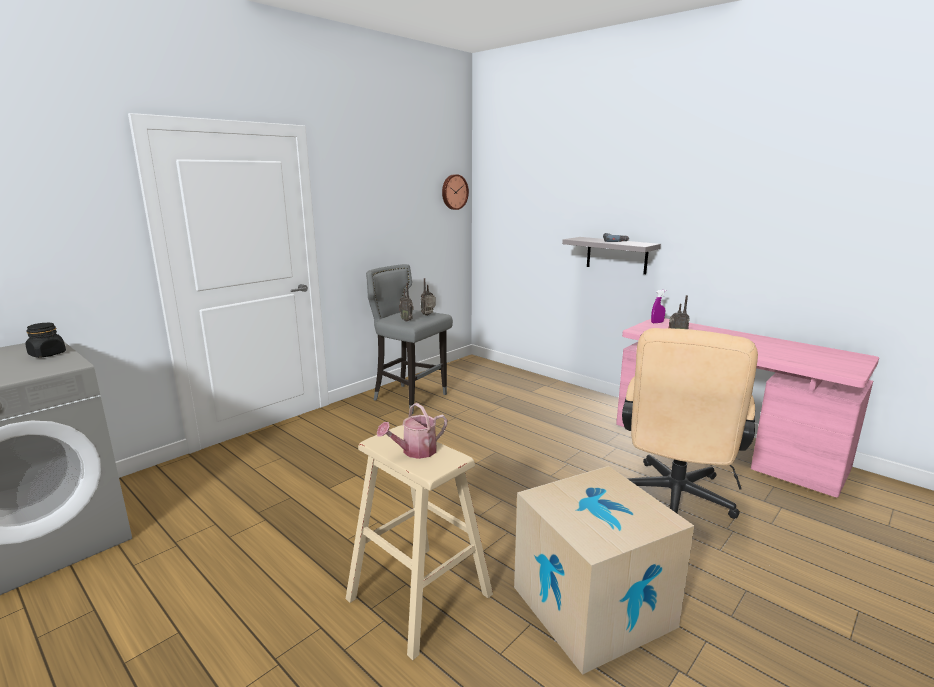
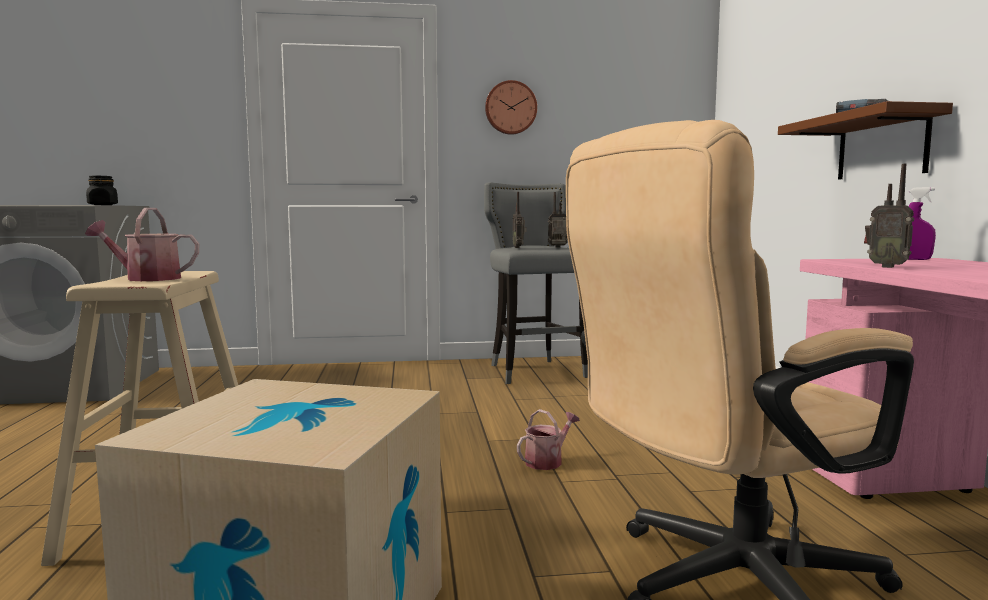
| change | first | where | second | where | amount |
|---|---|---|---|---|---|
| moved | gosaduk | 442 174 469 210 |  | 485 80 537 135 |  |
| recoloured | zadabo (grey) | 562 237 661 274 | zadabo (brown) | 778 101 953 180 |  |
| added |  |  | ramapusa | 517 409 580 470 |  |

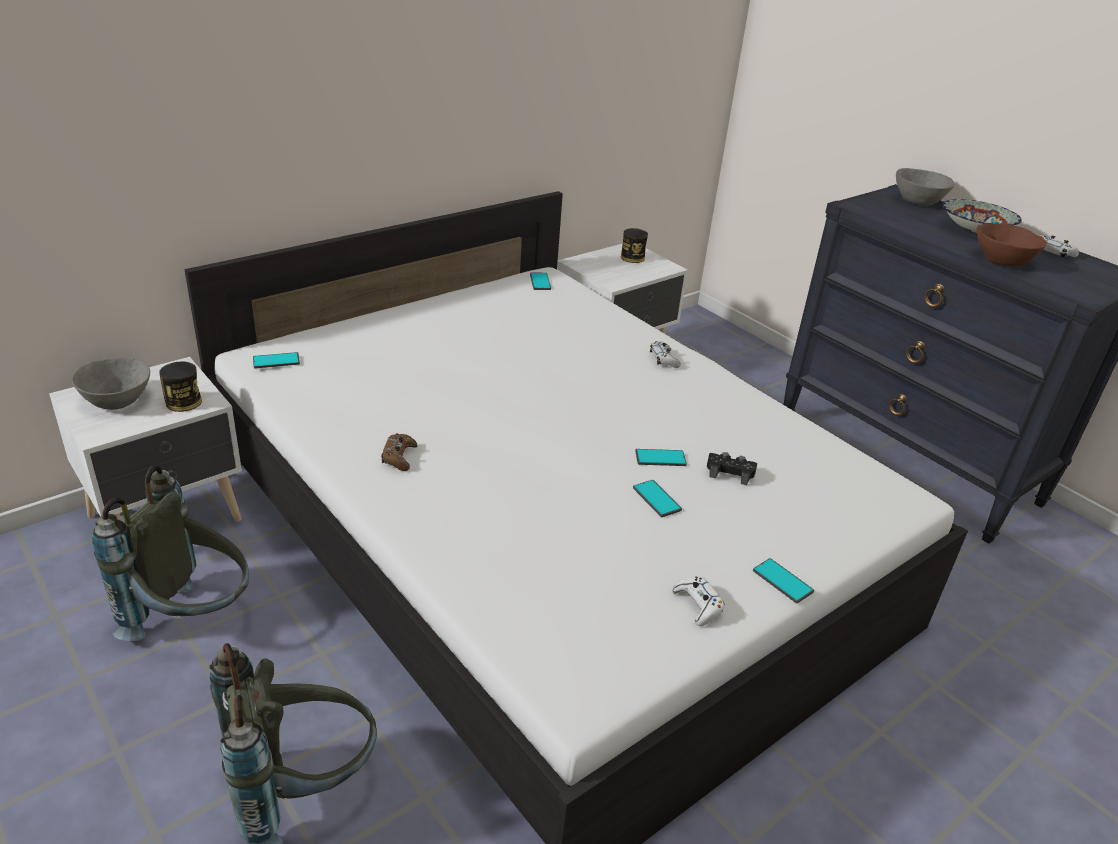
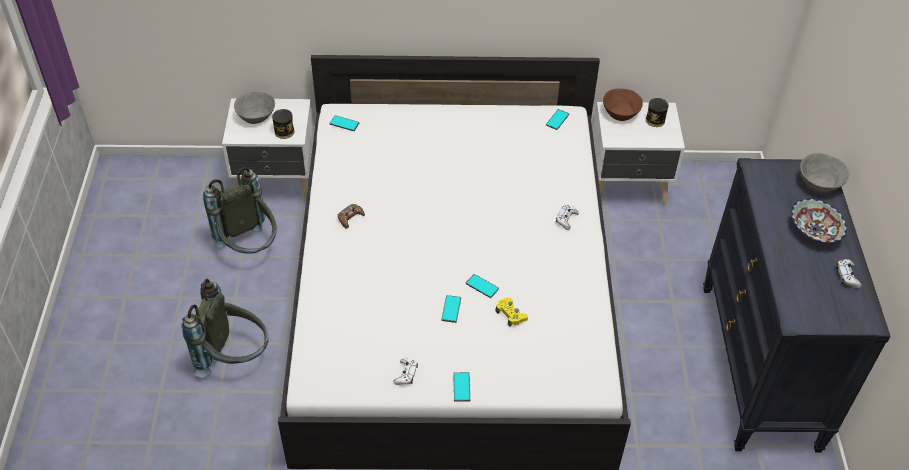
| change | first | where | second | where | amount |
|---|---|---|---|---|---|
| recoloured | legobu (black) | 707 452 757 485 | legobu (yellow) | 495 298 528 327 |  |
| moved | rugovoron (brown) | 976 223 1047 267 |  | 603 88 643 121 |  |

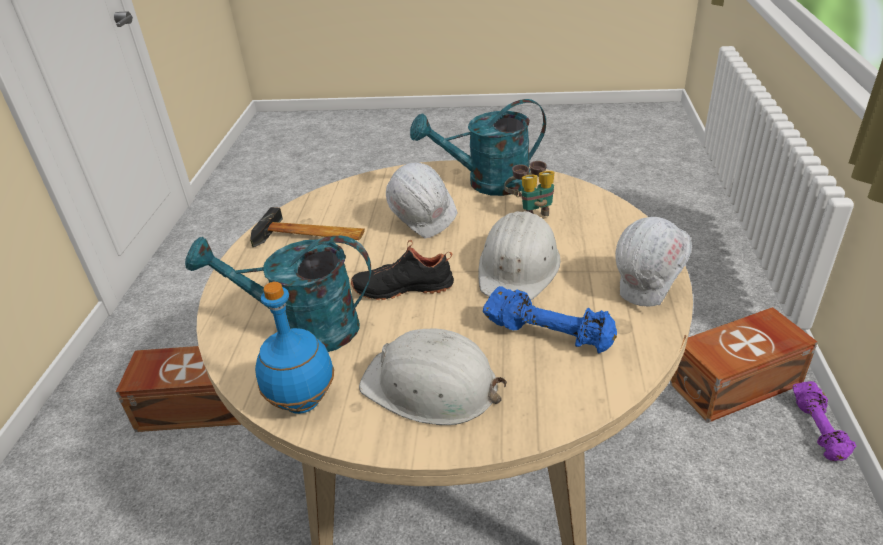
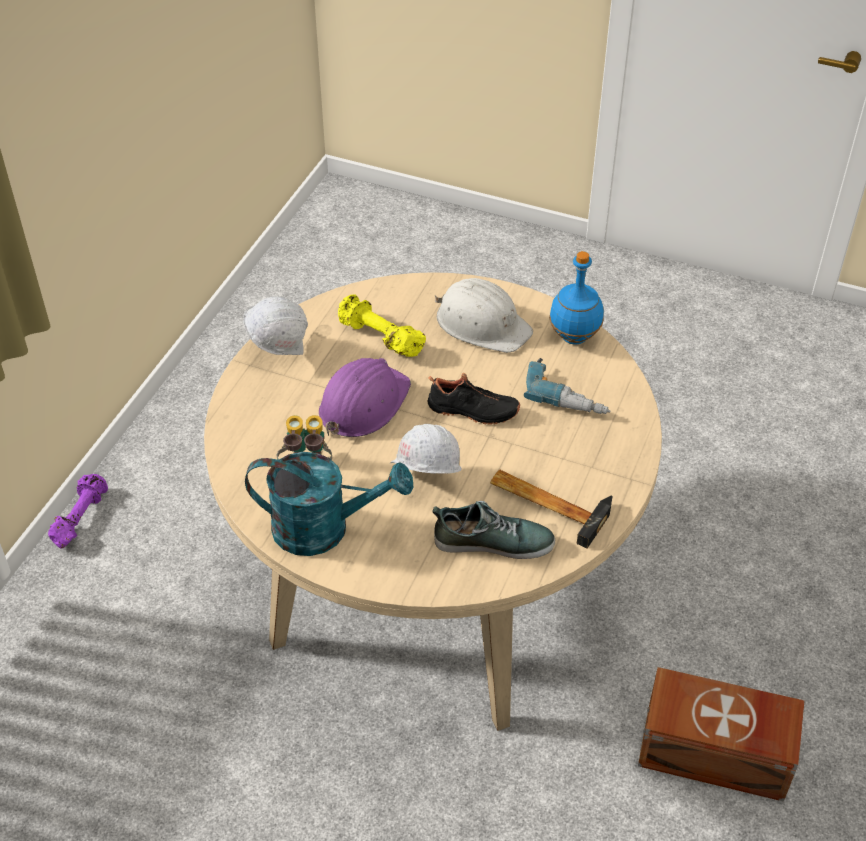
| change | first | where | second | where | amount |
|---|---|---|---|---|---|
| replaced | ramapusa (turquoise) | 185 236 371 352 | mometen | 524 358 611 414 |  |
| recoloured | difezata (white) | 478 211 560 300 | difezata (purple) | 319 358 411 437 |  |
| recoloured | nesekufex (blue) | 483 286 617 353 | nesekufex (yellow) | 338 294 426 357 |  |
| removed | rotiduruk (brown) | 670 307 818 423 |  |  |  |
| added |  |  | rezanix | 432 501 555 559 |  |

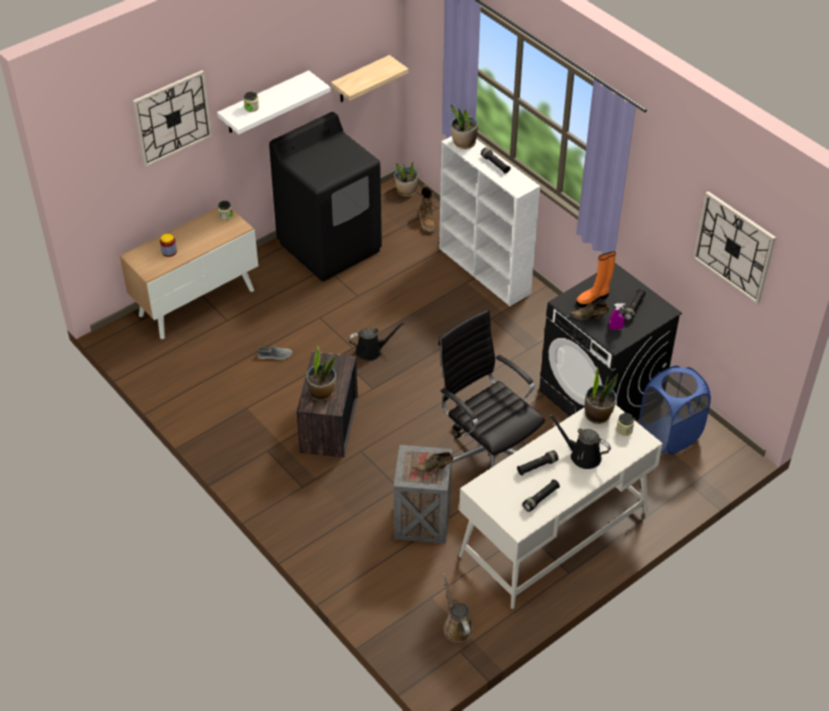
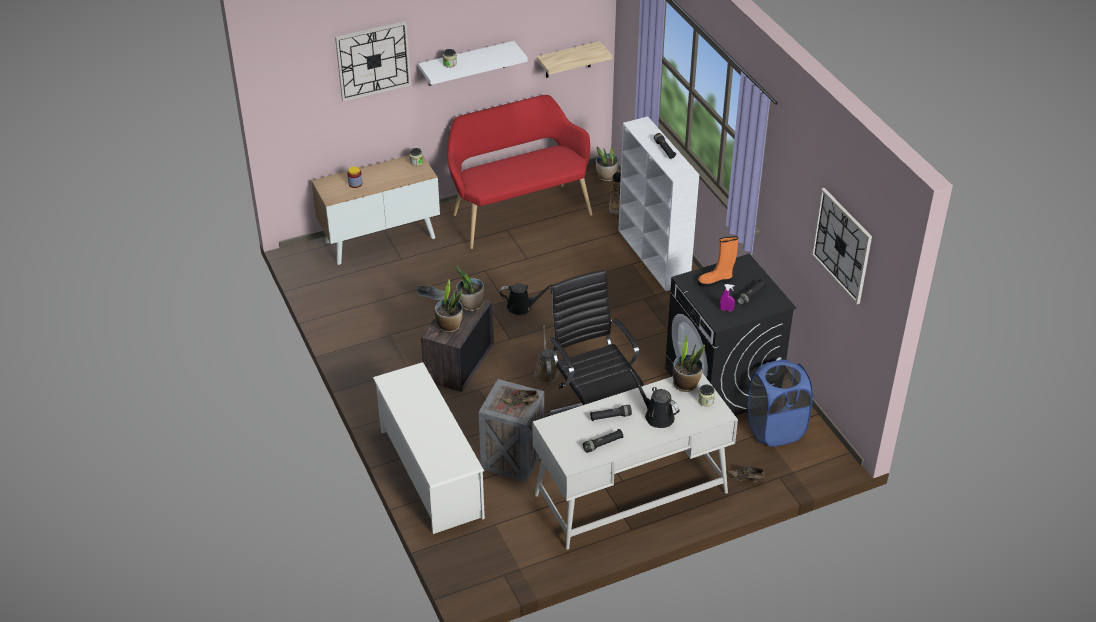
| change | first | where | second | where | amount |
|---|---|---|---|---|---|
| replaced | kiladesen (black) | 269 112 382 282 | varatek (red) | 447 95 592 249 |  |
| moved | ramapusa (brown) | 443 572 474 643 |  | 534 325 560 383 |  |
| moved | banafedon | 451 104 478 149 |  | 456 266 484 311 |  |
| moved | rezanix (brown) | 569 303 609 320 |  | 727 466 765 483 |  |
| added |  |  | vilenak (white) | 373 362 485 534 |  |

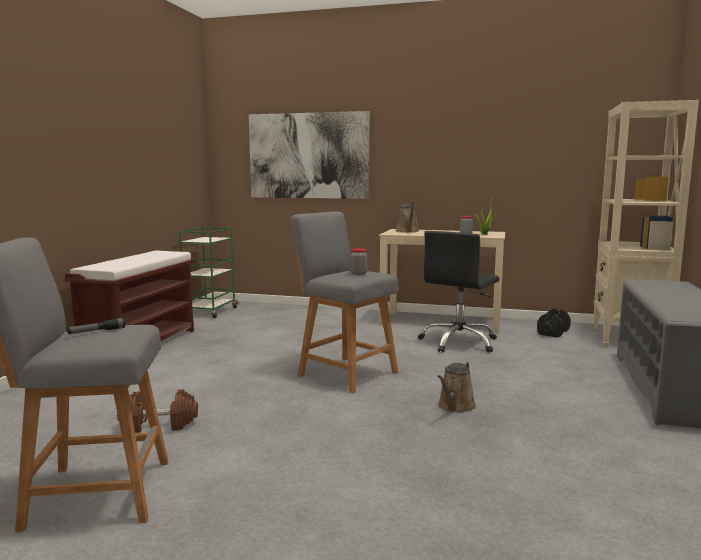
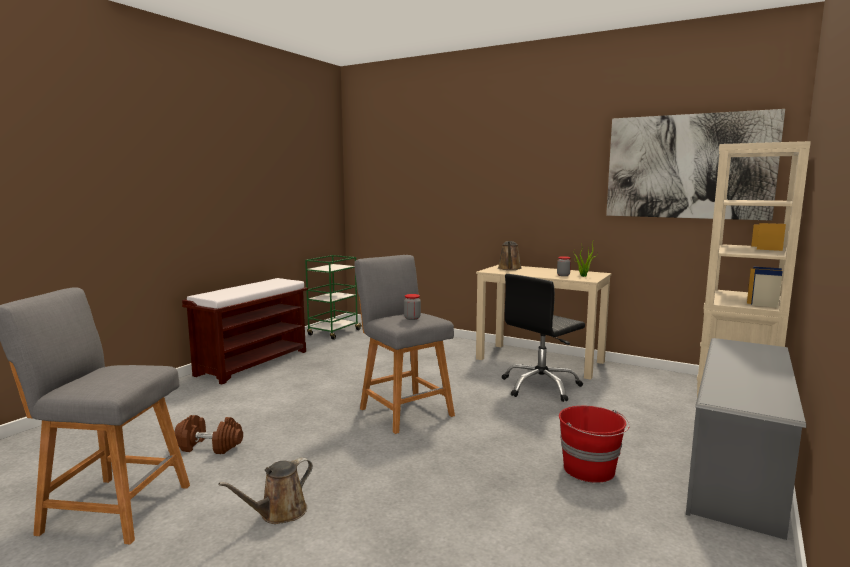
| change | first | where | second | where | amount |
|---|---|---|---|---|---|
| removed | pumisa | 67 318 125 334 |  |  |  |
| moved | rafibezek | 249 111 370 199 |  | 606 109 785 221 |  |
| moved | ramapusa (brown) | 437 362 476 413 |  | 218 458 313 524 |  |
| removed | nesekufex (black) | 537 308 571 338 |  |  |  |
| added |  |  | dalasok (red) | 559 406 630 483 |  |

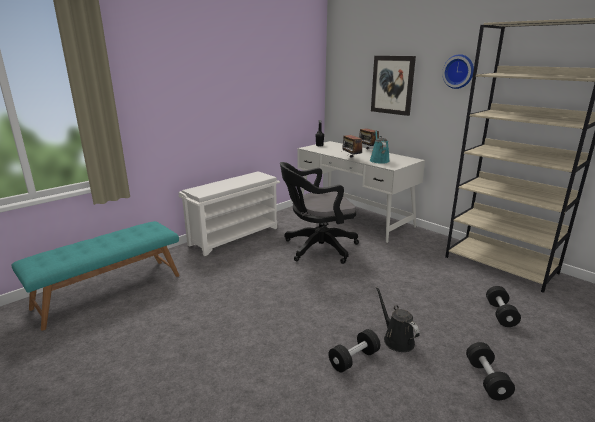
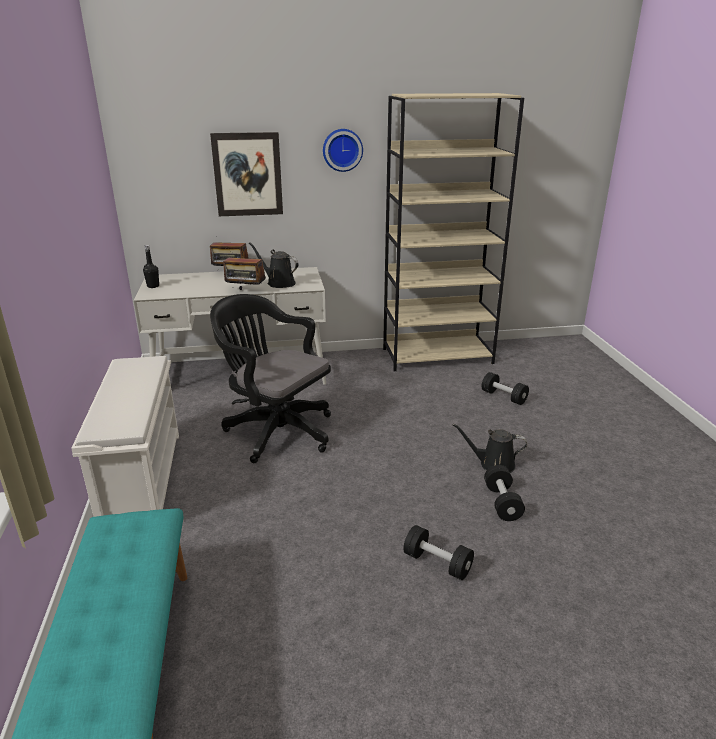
| change | first | where | second | where | amount |
|---|---|---|---|---|---|
| turned | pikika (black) | 280 162 359 264 |  | 210 294 331 463 | 105 degrees clockwise |
| recoloured | ramapusa (turquoise) | 370 130 390 164 | ramapusa (black) | 249 242 299 288 |  |
| moved | nesekufex (black) | 466 342 515 400 |  | 403 525 474 580 |  |

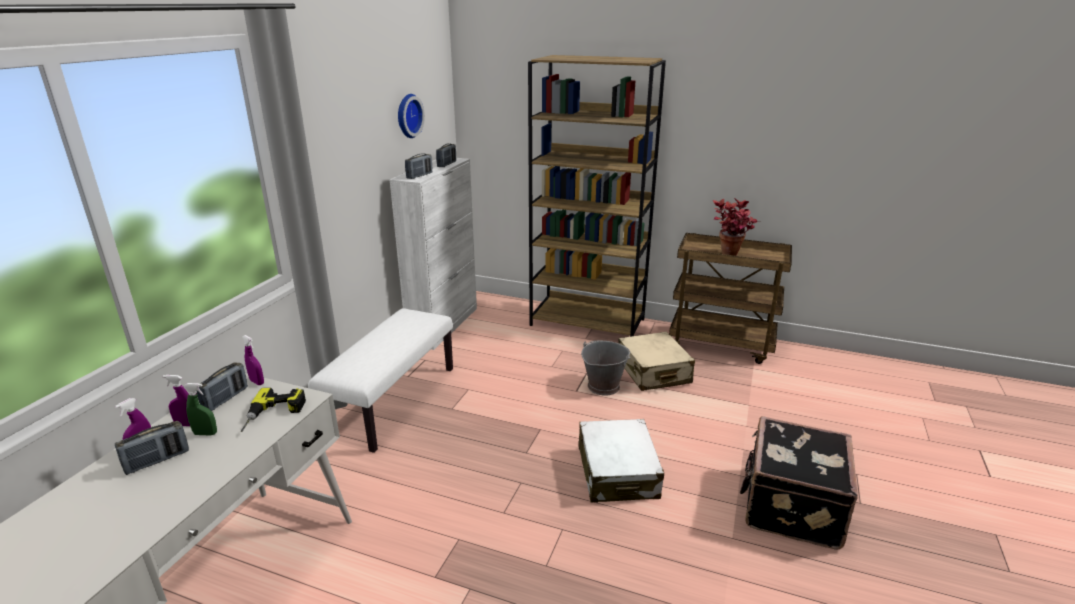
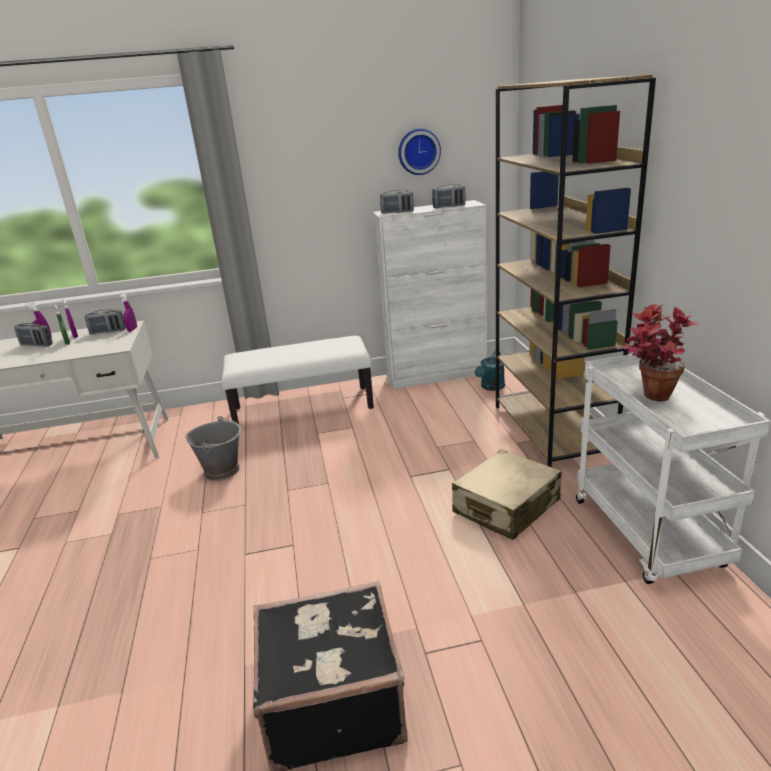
| change | first | where | second | where | amount |
|---|---|---|---|---|---|
| removed | mometen | 241 388 306 432 |  |  |  |
| removed | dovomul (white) | 578 419 664 502 |  |  |  |
| moved | dalasok (grey) | 581 341 630 396 |  | 185 416 241 481 |  |
| recoloured | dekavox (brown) | 669 233 792 364 | dekavox (white) | 576 354 771 584 |  |
| added |  |  | ramapusa (turquoise) | 475 350 505 391 |  |

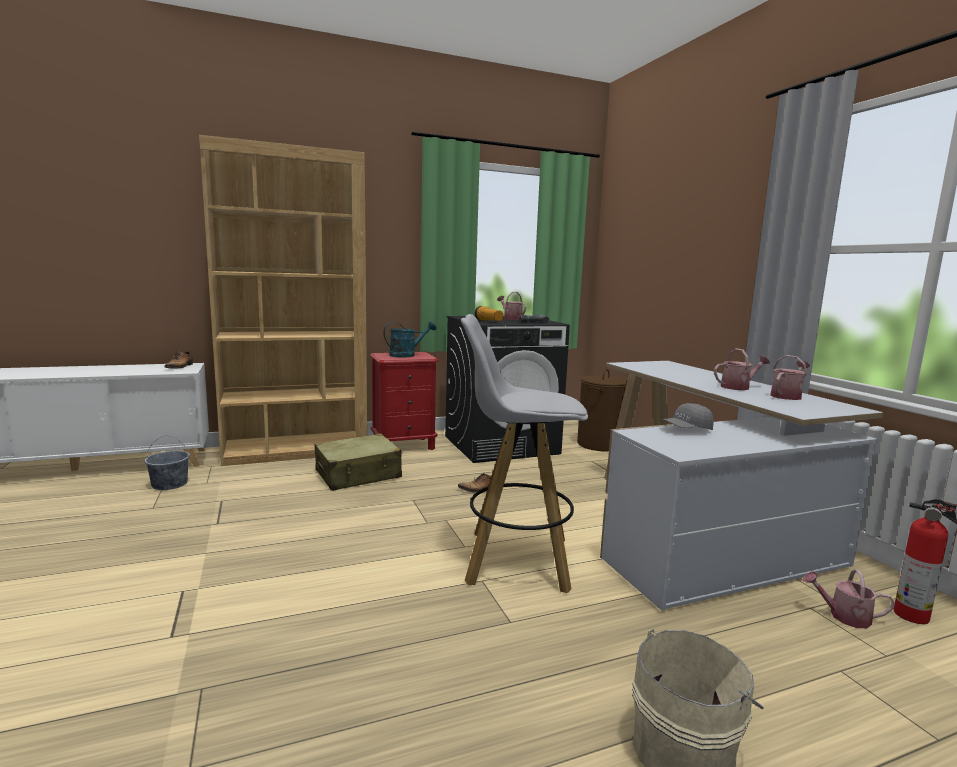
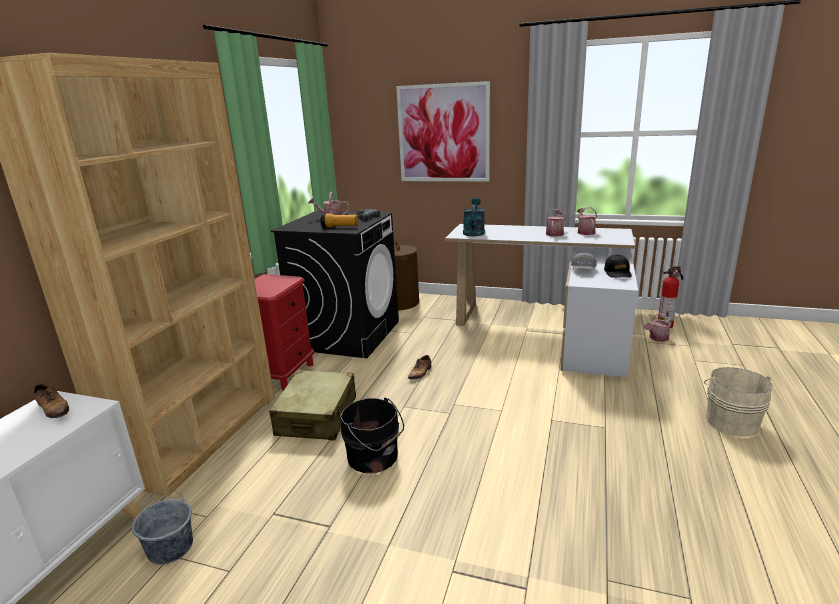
| change | first | where | second | where | amount |
|---|---|---|---|---|---|
| moved | ramapusa (turquoise) | 383 321 436 357 |  | 463 197 485 236 |  |
| removed | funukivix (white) | 461 314 588 593 |  |  |  |
| added |  |  | dalasok (black) | 340 398 404 474 |  |
| added |  |  | rafibezek | 396 81 490 181 |  |
| added |  |  | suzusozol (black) | 604 254 632 278 |  |

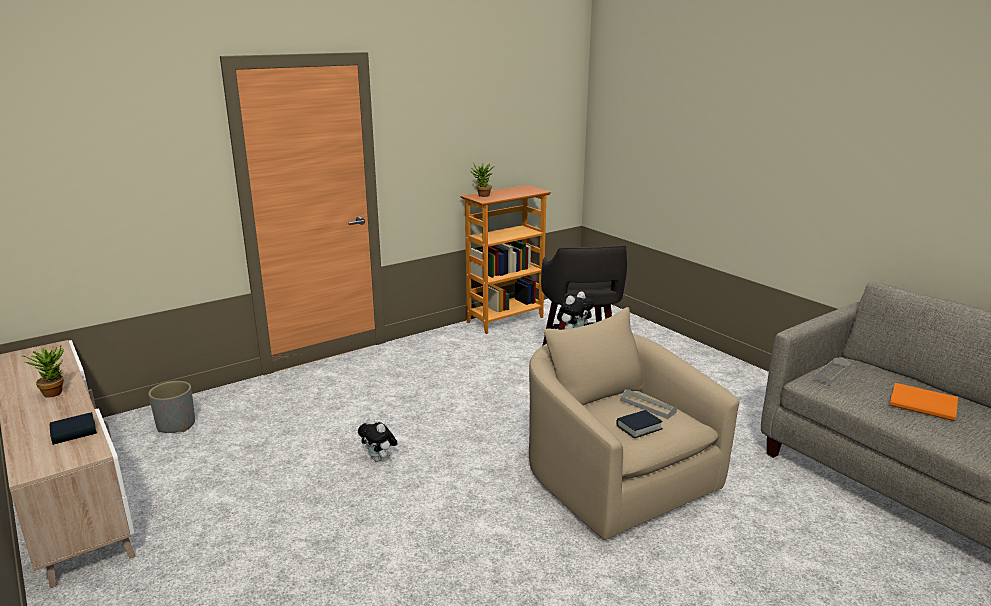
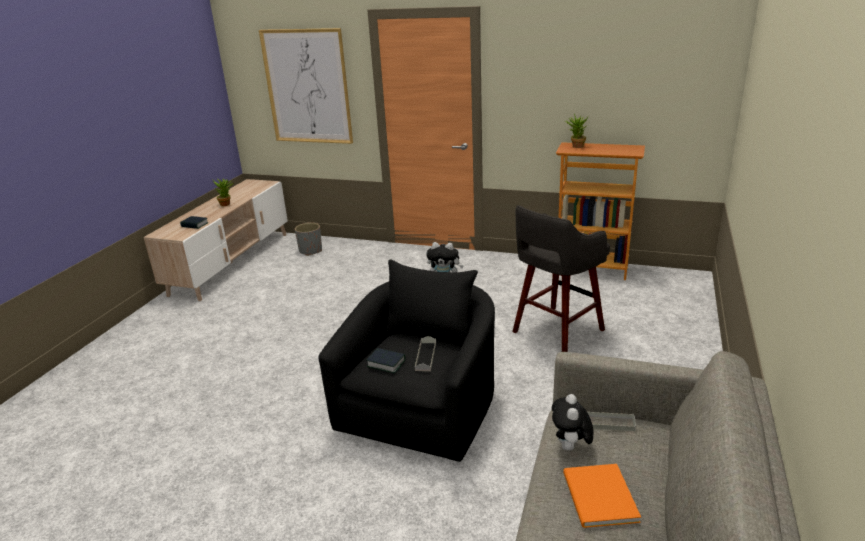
| change | first | where | second | where | amount |
|---|---|---|---|---|---|
| moved | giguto | 358 417 398 462 |  | 552 394 594 451 |  |
| recoloured | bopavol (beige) | 529 307 740 540 | bopavol (black) | 318 260 495 462 |  |
| added |  |  | rafibezek | 259 28 353 144 |  |

